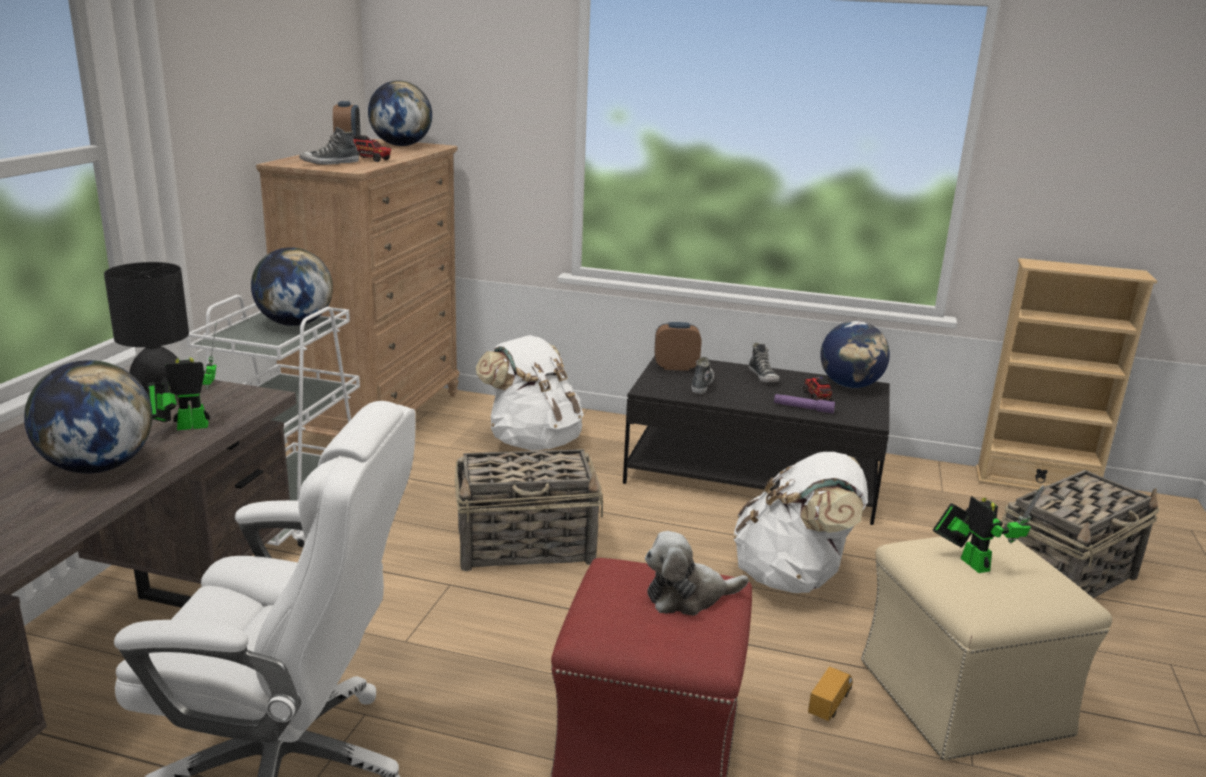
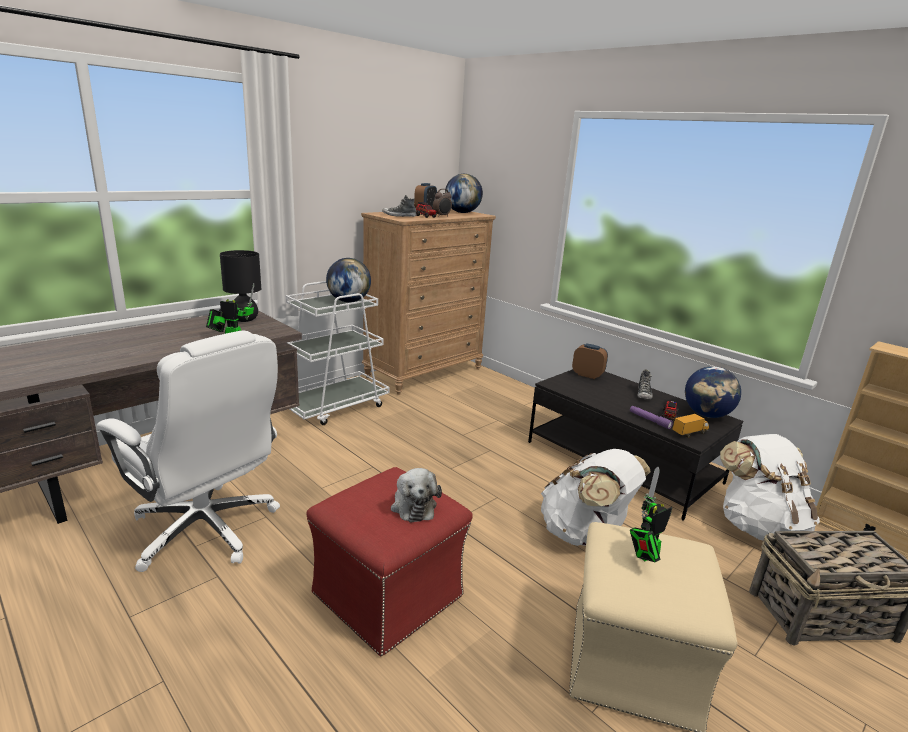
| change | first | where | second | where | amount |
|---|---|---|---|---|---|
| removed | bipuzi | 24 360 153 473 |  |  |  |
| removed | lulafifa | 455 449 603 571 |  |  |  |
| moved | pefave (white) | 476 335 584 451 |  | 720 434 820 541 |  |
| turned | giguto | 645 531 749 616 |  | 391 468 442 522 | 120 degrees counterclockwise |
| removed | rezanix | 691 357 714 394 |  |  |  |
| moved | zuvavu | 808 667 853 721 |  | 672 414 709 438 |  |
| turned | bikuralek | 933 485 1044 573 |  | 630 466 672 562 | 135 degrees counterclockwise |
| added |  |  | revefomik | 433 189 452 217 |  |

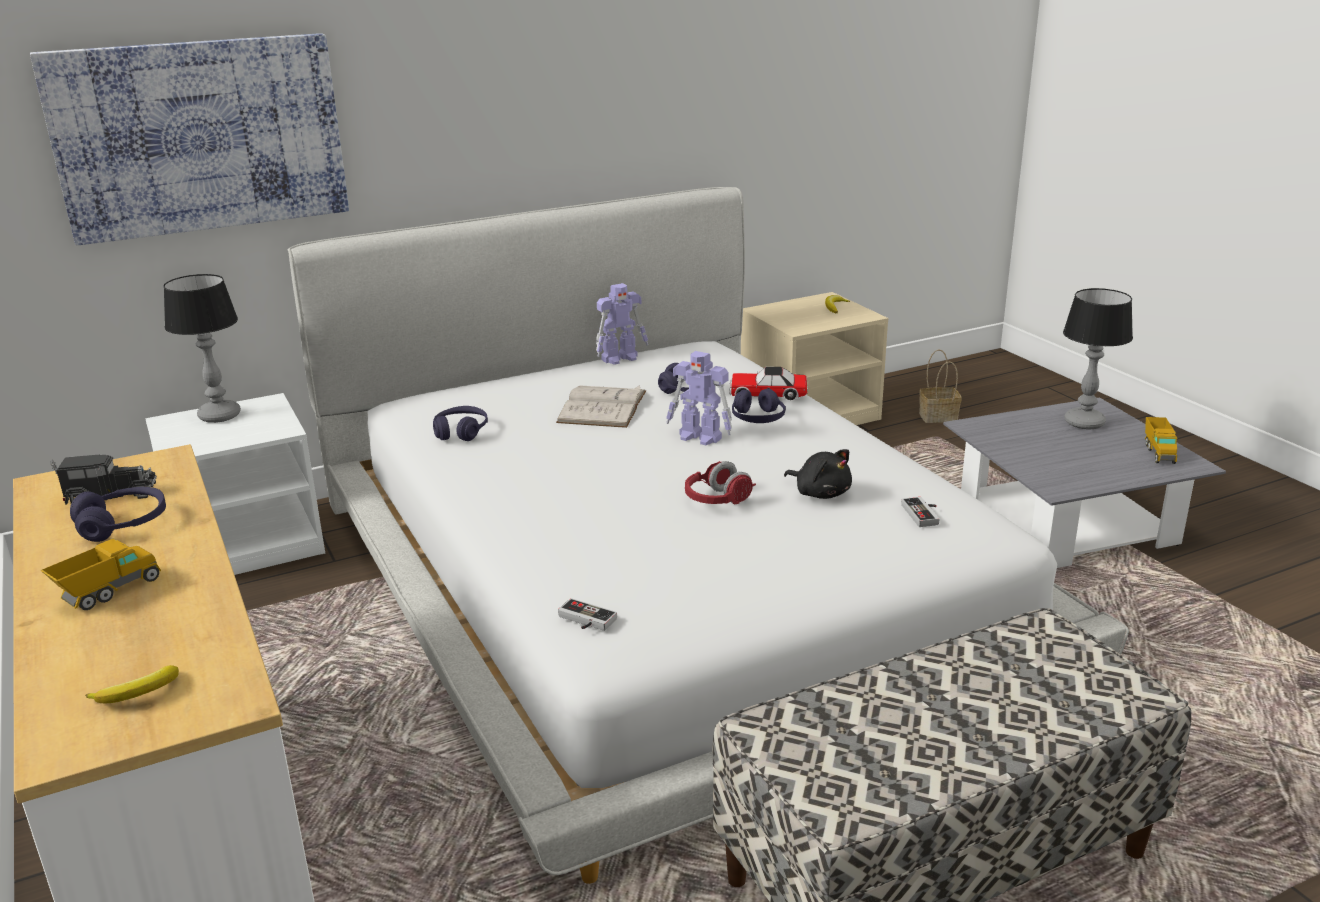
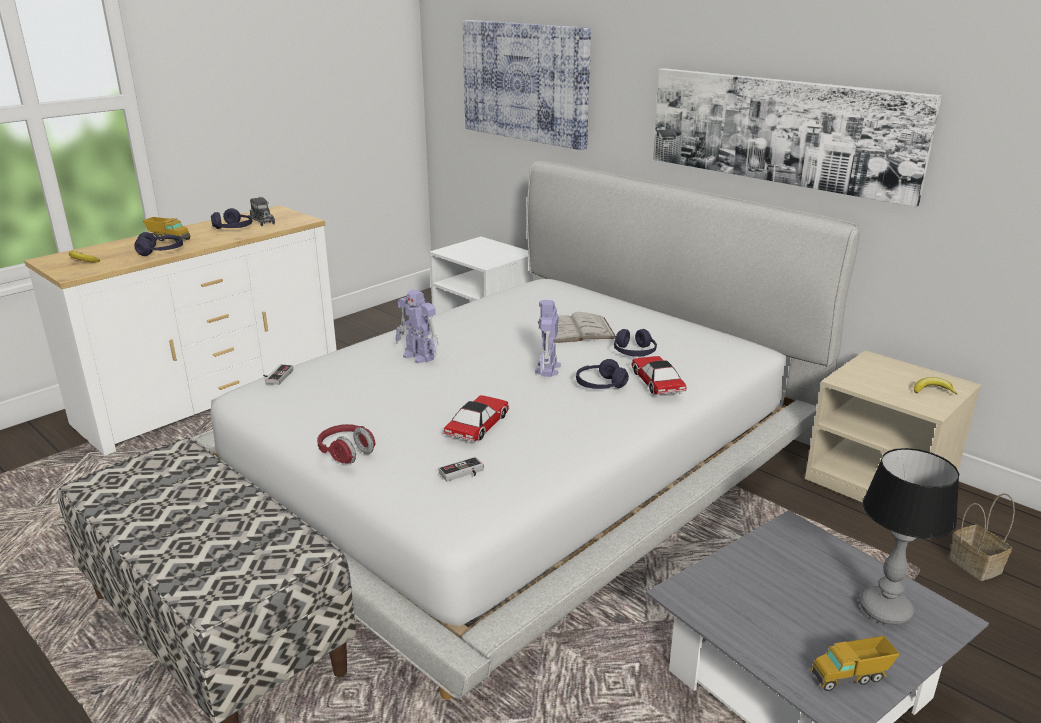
| change | first | where | second | where | amount |
|---|---|---|---|---|---|
| removed | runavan | 163 274 241 423 |  |  |  |
| moved | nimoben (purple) | 433 406 488 441 |  | 135 232 183 256 |  |
| moved | bikuralek | 596 283 648 365 |  | 395 289 439 363 |  |
| moved | nimoben (red) | 685 461 756 505 |  | 317 424 375 464 |  |
| replaced | giguto (black) | 784 449 852 499 | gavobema | 444 395 510 443 |  |
| added |  |  | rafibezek | 653 68 942 207 |  |

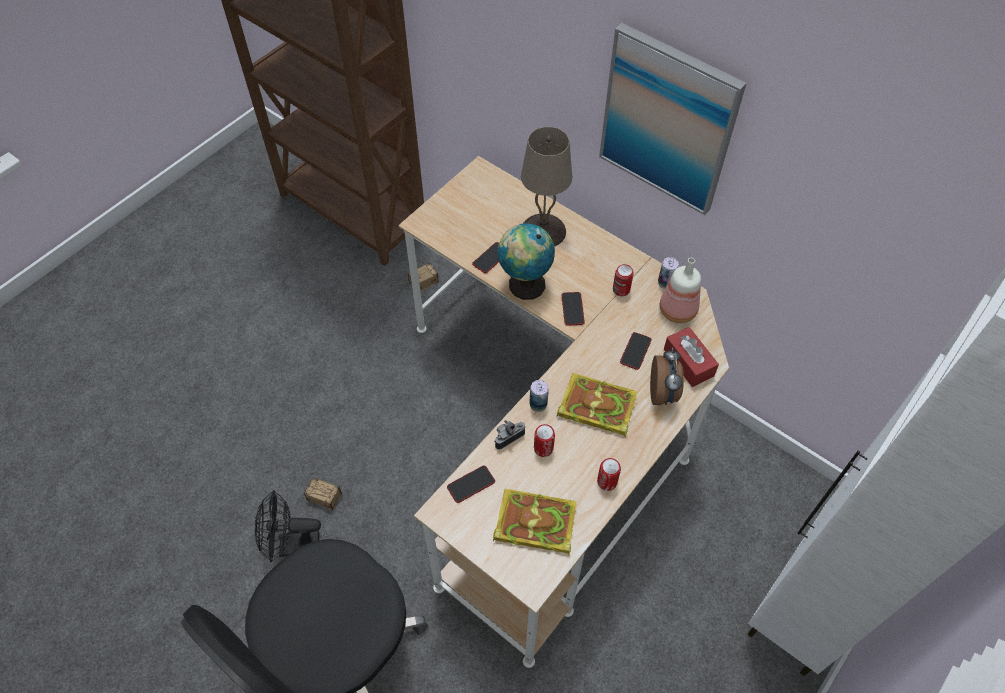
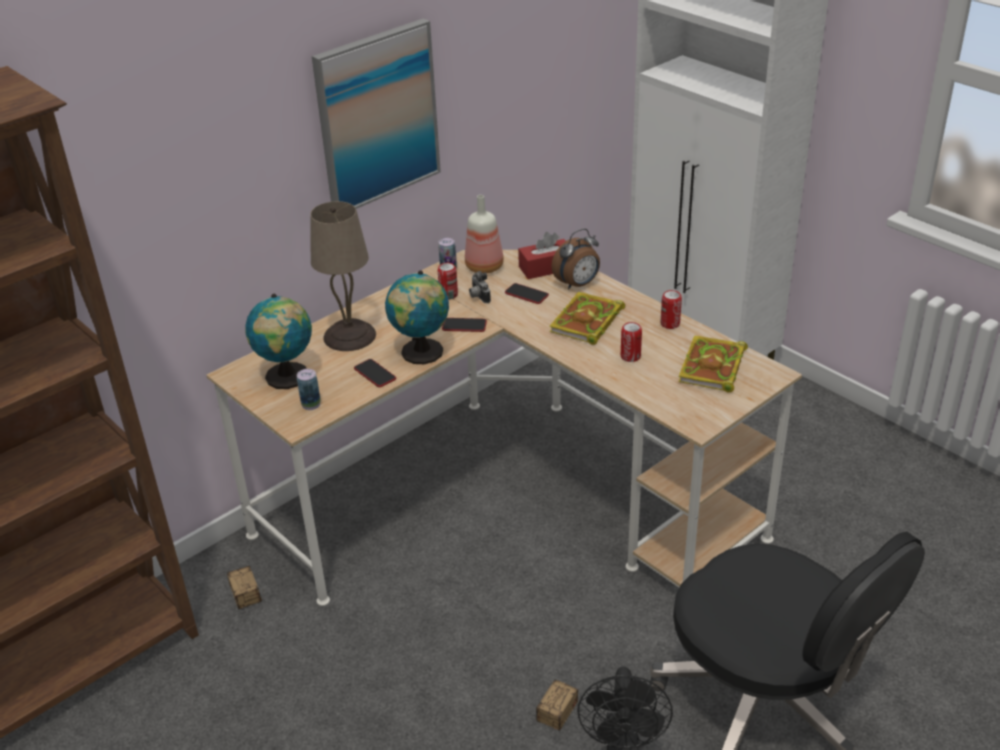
| change | first | where | second | where | amount |
|---|---|---|---|---|---|
| removed | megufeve | 447 466 495 503 |  |  |  |
| moved | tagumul | 494 420 525 450 |  | 469 271 491 303 |  |
| moved | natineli | 529 380 549 412 |  | 297 369 321 410 |  |
| turned | revefomik | 650 348 684 405 |  | 551 229 600 290 | 135 degrees clockwise |
| added |  |  | bipuzi | 245 294 312 389 |  |

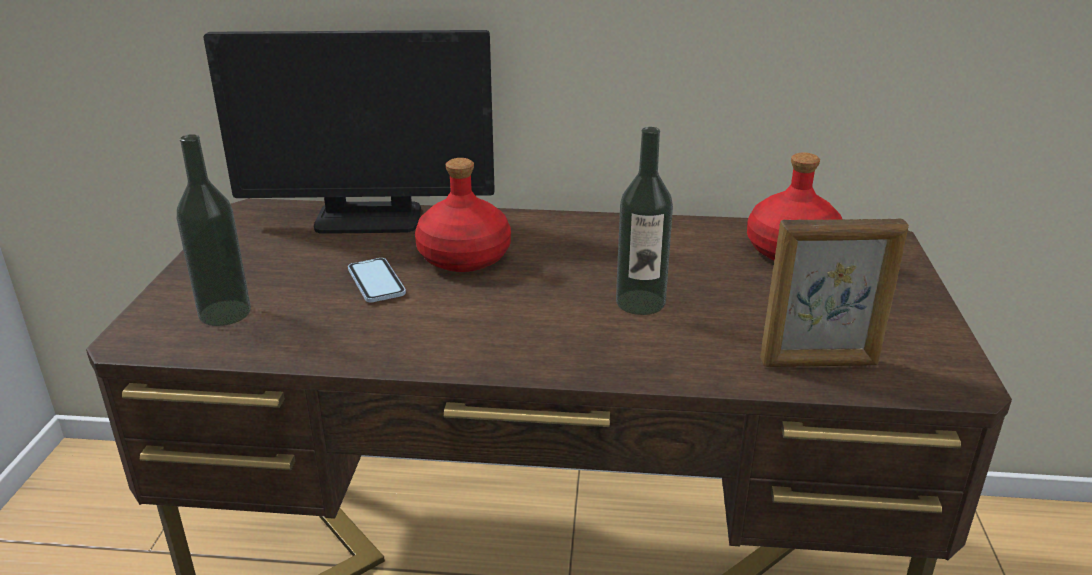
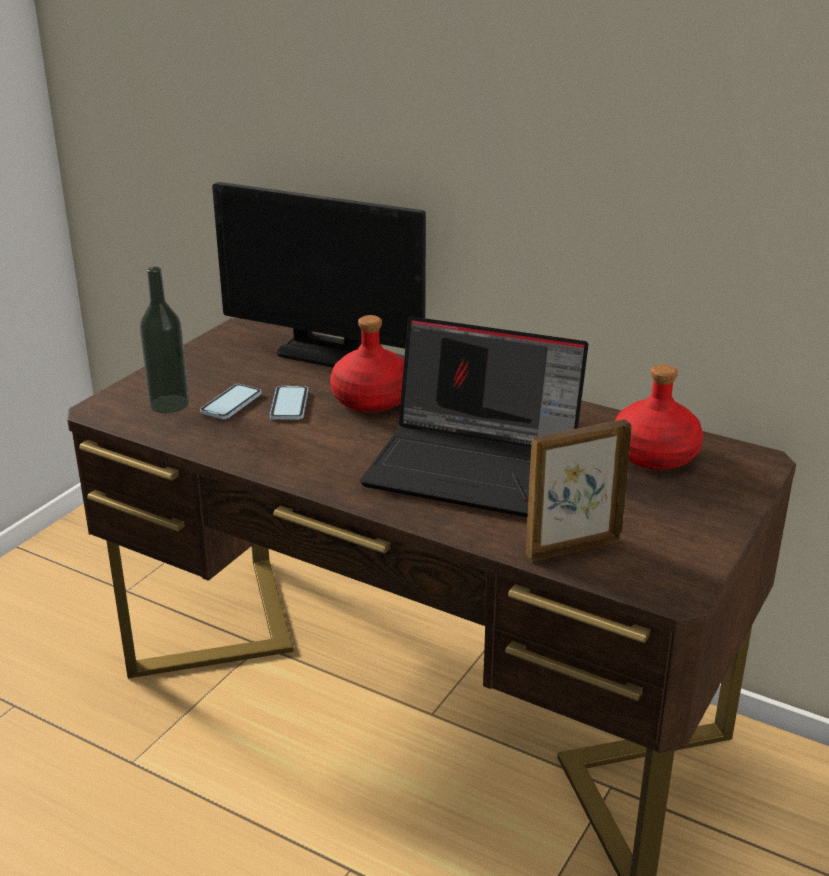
| change | first | where | second | where | amount |
|---|---|---|---|---|---|
| replaced | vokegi | 616 127 673 315 | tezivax | 360 316 588 517 |  |
| turned | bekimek | 760 219 909 367 |  | 526 419 632 562 | 135 degrees clockwise |
| added |  |  | megufeve | 200 384 262 419 |  |

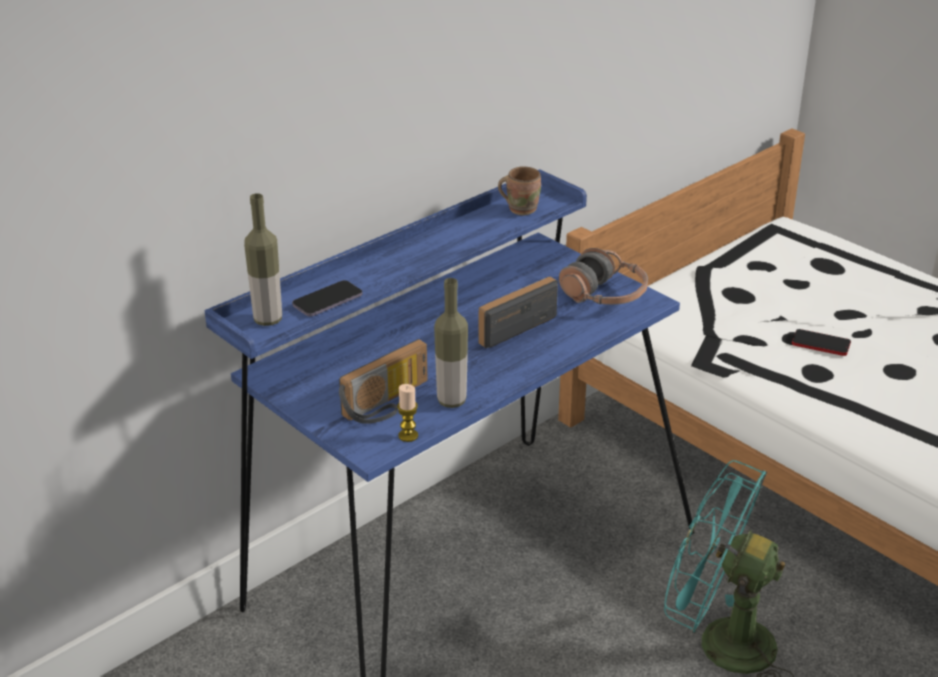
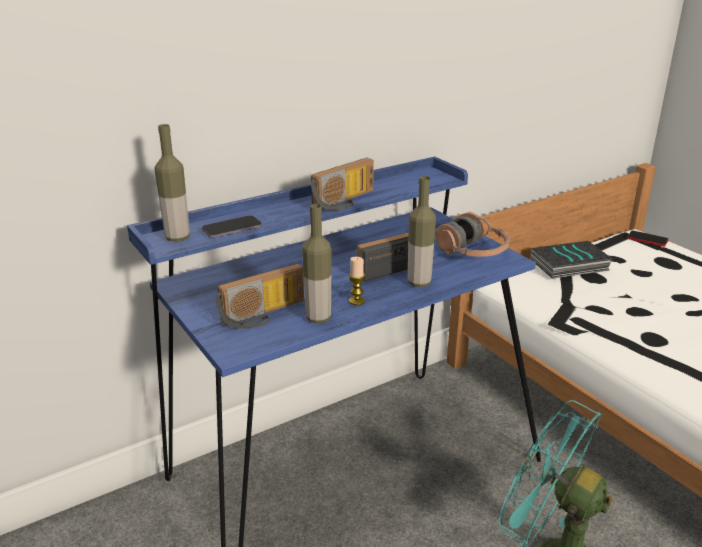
| change | first | where | second | where | amount |
|---|---|---|---|---|---|
| moved | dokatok | 397 384 418 442 |  | 349 257 365 305 |  |
| removed | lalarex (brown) | 498 167 541 216 |  |  |  |
| moved | megufeve | 792 329 851 356 |  | 627 231 669 247 |  |
| added |  |  | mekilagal | 311 158 374 211 |  |
| added |  |  | vokegi | 408 176 436 287 |  |
| added |  |  | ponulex | 530 241 612 279 |  |

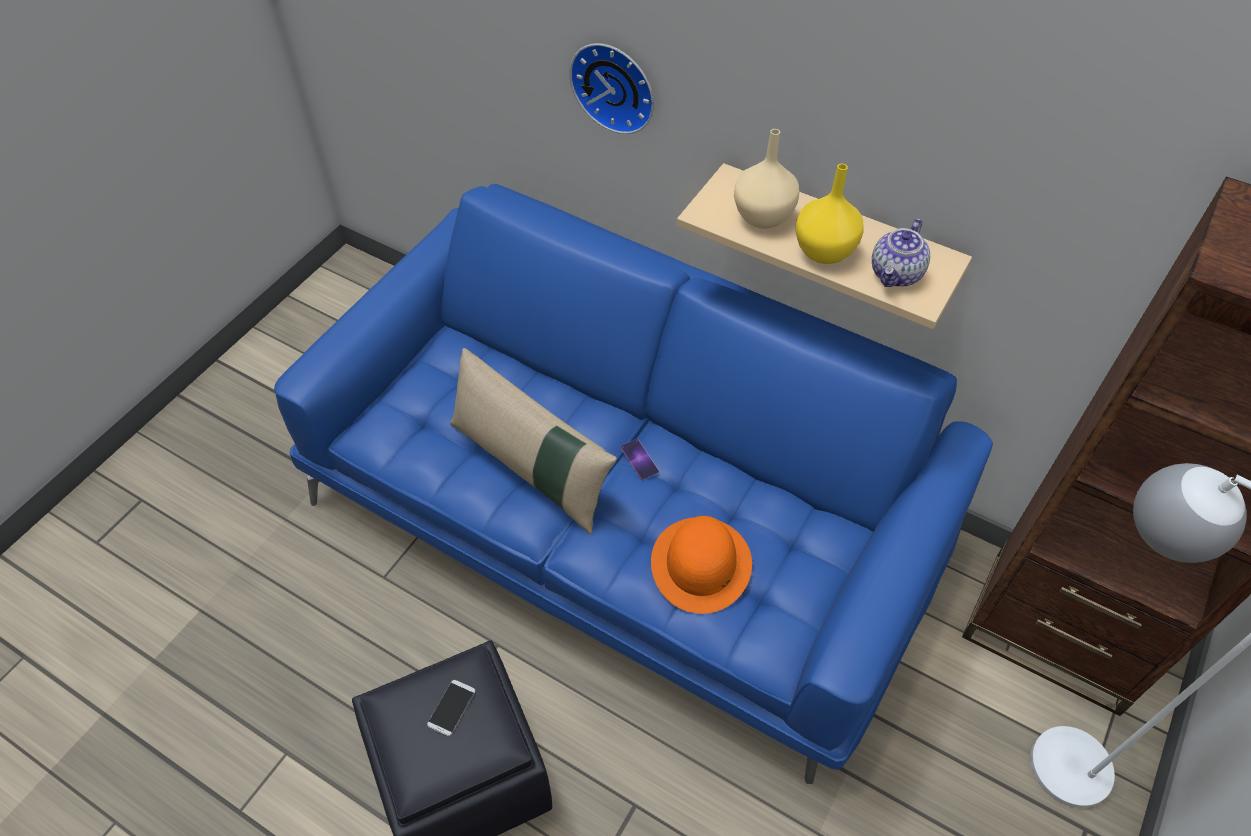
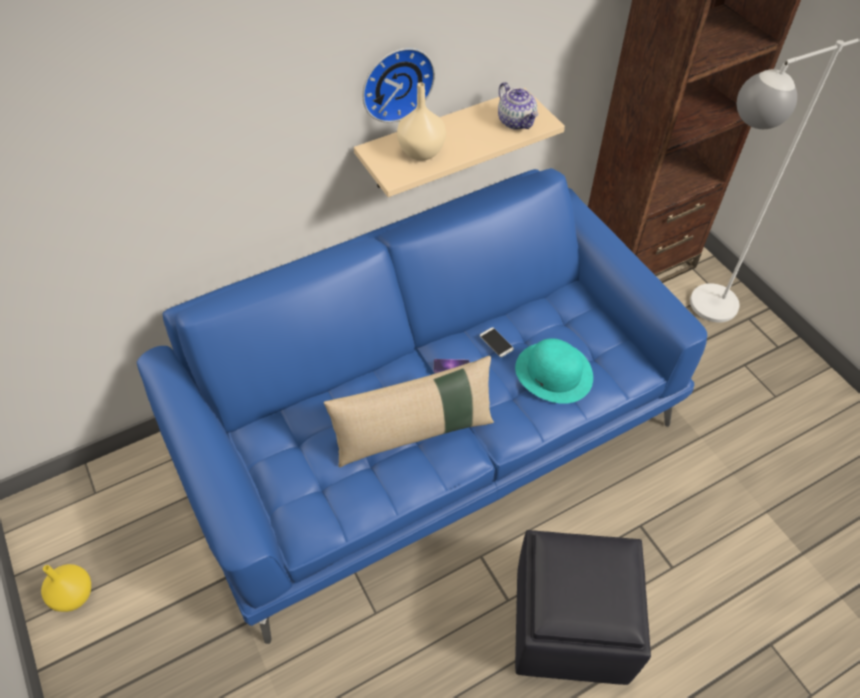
| change | first | where | second | where | amount |
|---|---|---|---|---|---|
| moved | megufeve | 427 680 475 736 |  | 480 327 514 357 |  |
| moved | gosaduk | 569 43 654 134 |  | 362 48 435 123 |  |
| recoloured | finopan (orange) | 651 516 752 614 | finopan (turquoise) | 515 338 593 404 |  |
| moved | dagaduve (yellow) | 795 164 863 264 |  | 41 564 91 612 |  |

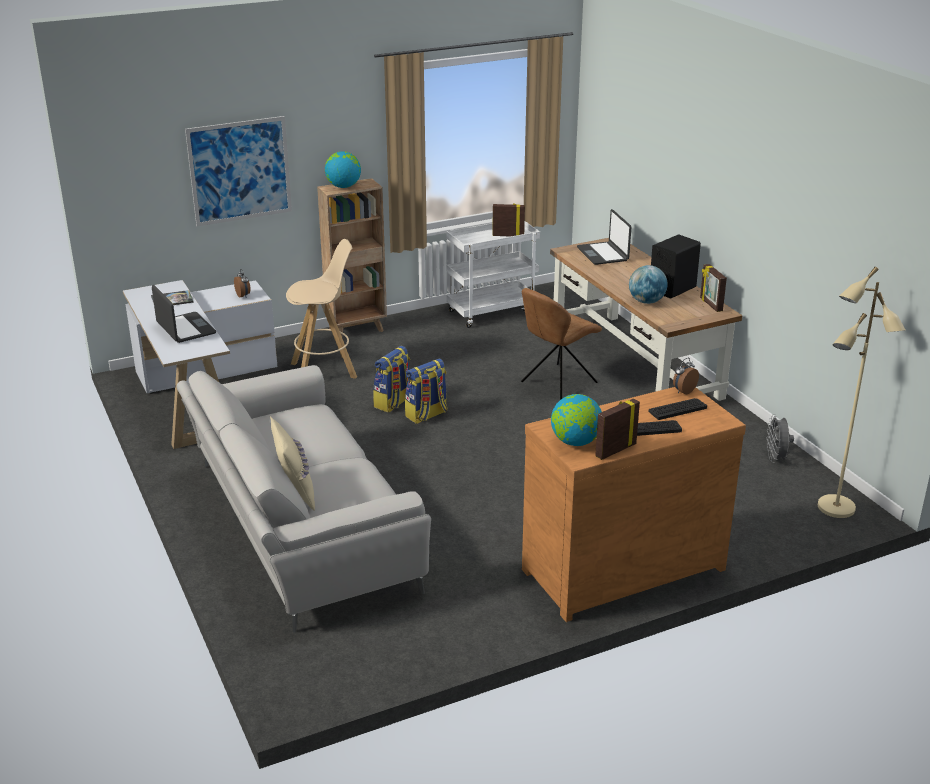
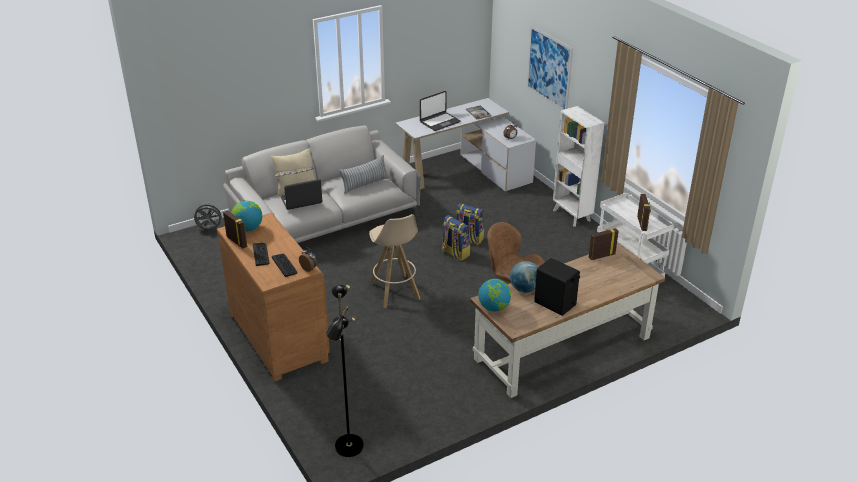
| change | first | where | second | where | amount |
|---|---|---|---|---|---|
| moved | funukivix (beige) | 286 239 357 379 |  | 369 214 421 308 |  |
| recoloured | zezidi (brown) | 317 178 387 336 | zezidi (white) | 553 106 604 227 |  |
| moved | bipuzi | 325 151 361 188 |  | 478 279 511 312 |  |
| moved | tezivax | 577 209 631 265 |  | 280 179 322 210 |  |
| moved | bekimek | 700 264 727 312 |  | 589 228 619 260 |  |
| moved | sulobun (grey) | 766 414 794 463 |  | 193 203 224 230 |  |
| recoloured | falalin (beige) | 818 267 905 518 | falalin (black) | 326 285 364 457 |  |
| added |  |  | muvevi | 339 155 388 194 |  |

